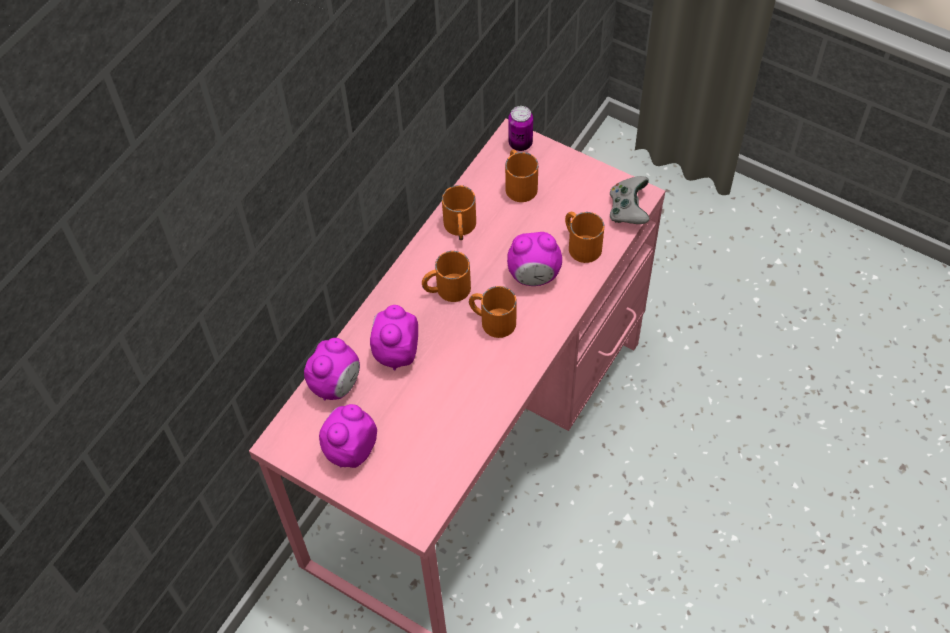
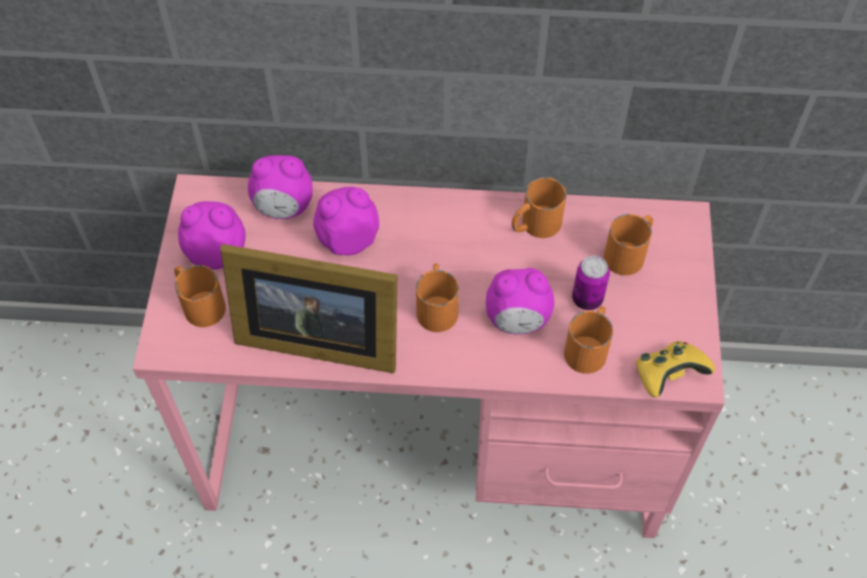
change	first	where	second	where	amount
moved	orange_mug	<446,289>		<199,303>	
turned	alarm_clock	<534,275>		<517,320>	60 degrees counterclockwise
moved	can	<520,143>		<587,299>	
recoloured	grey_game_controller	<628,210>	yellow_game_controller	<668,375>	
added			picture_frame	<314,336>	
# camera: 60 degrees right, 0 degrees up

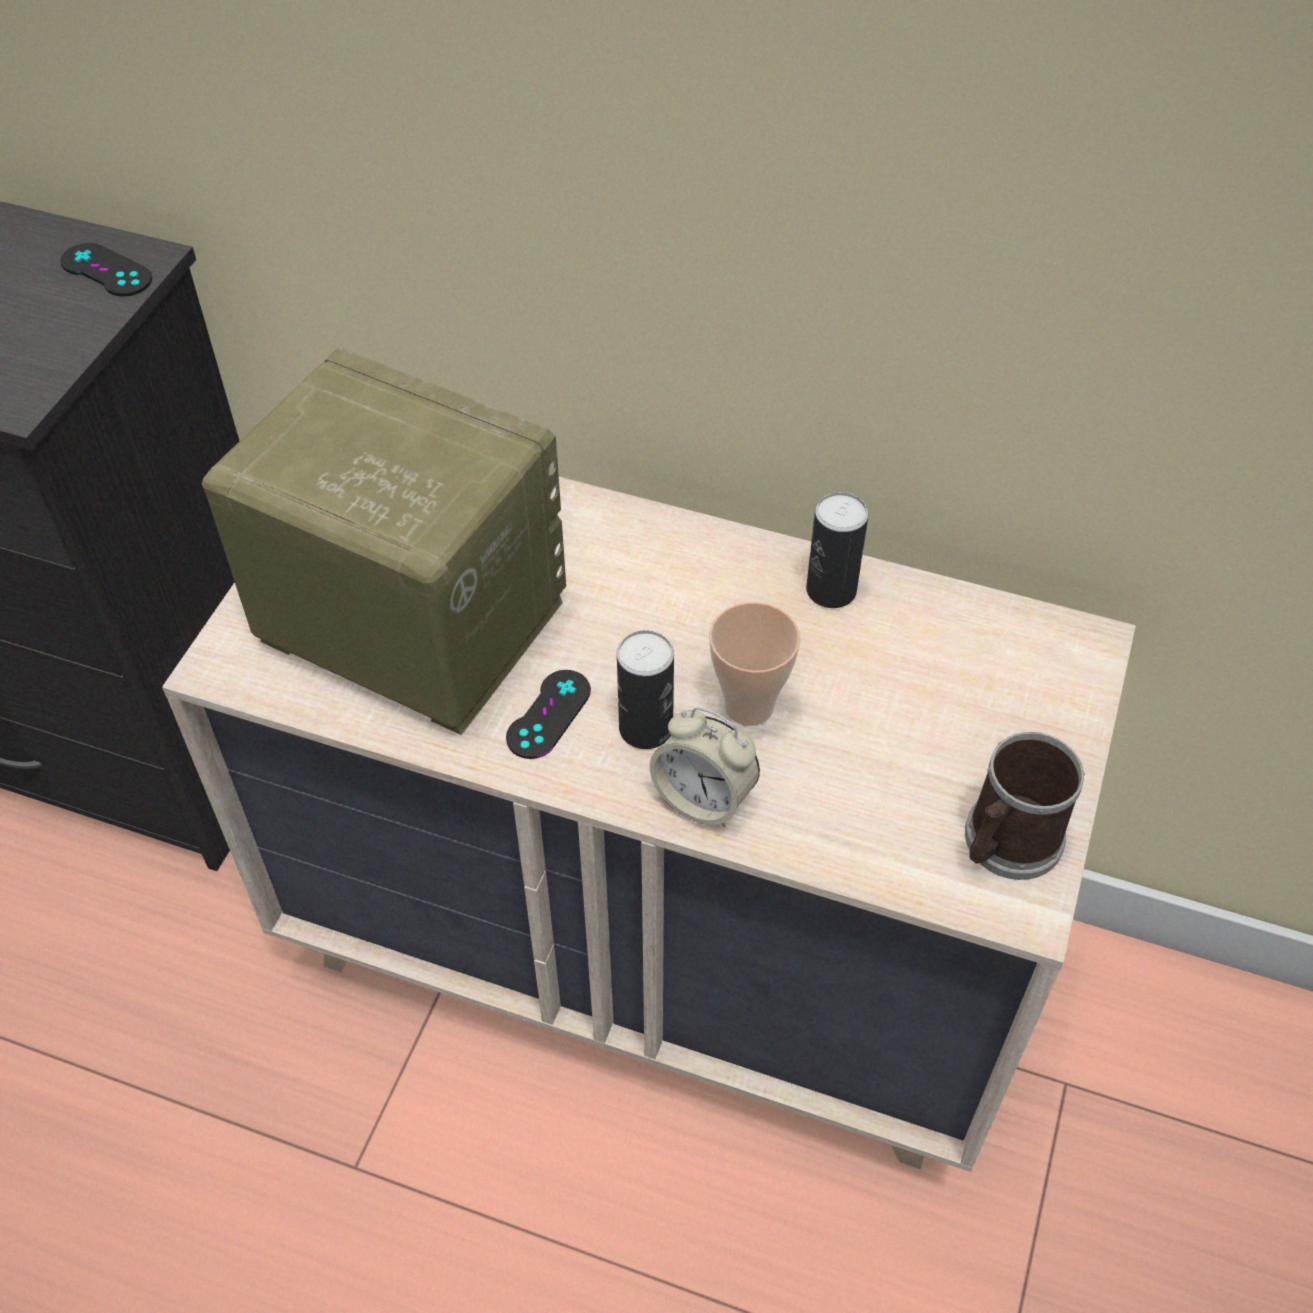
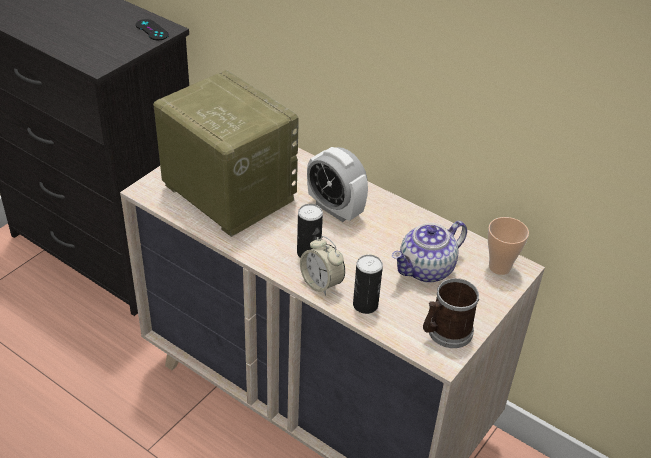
change	first	where	second	where	amount
removed	black_game_controller	<548,714>			
moved	cup	<749,706>		<499,267>	
moved	can	<831,590>		<365,305>	
added			alarm_clock	<335,209>	
added			teapot	<426,270>	
# camera: 15 degrees right, 10 degrees down

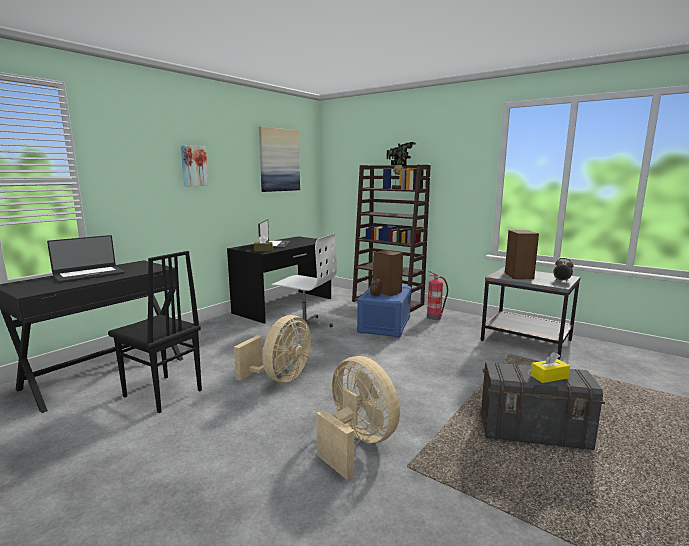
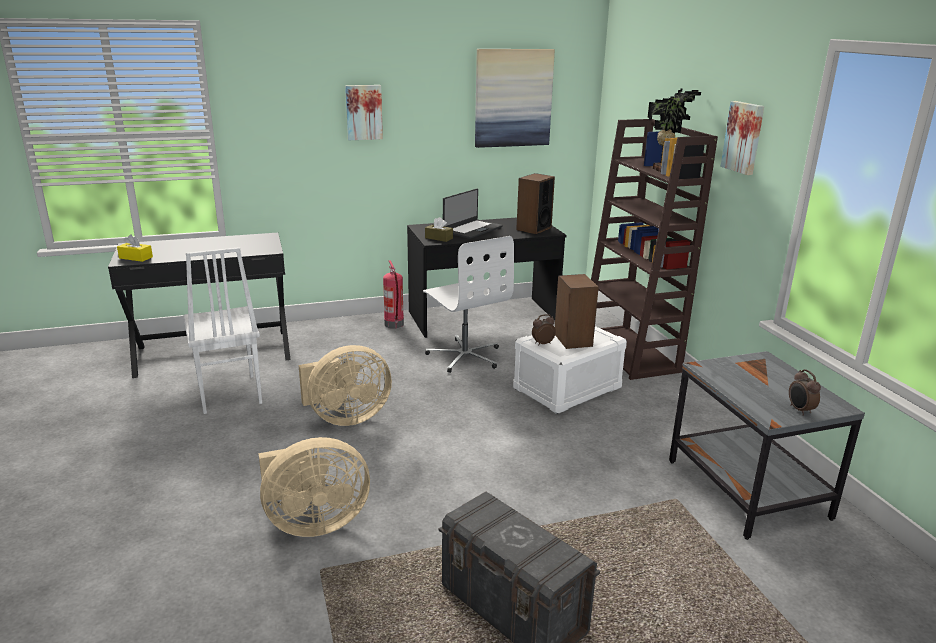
change	first	where	second	where	amount
removed	laptop	<89,274>			
recoloured	black_chair	<162,394>	white_chair	<228,394>	
turned	beige_fan	<357,443>		<313,523>	75 degrees clockwise
recoloured	blue_storage_box	<385,325>	white_storage_box	<567,389>	
moved	fire_extinguisher	<434,317>		<394,325>	
moved	speaker	<518,276>		<533,228>	
moved	yellow_tissue_box	<549,377>		<136,257>	
added			picture	<744,137>	
# camera: 35 degrees right, 10 degrees up

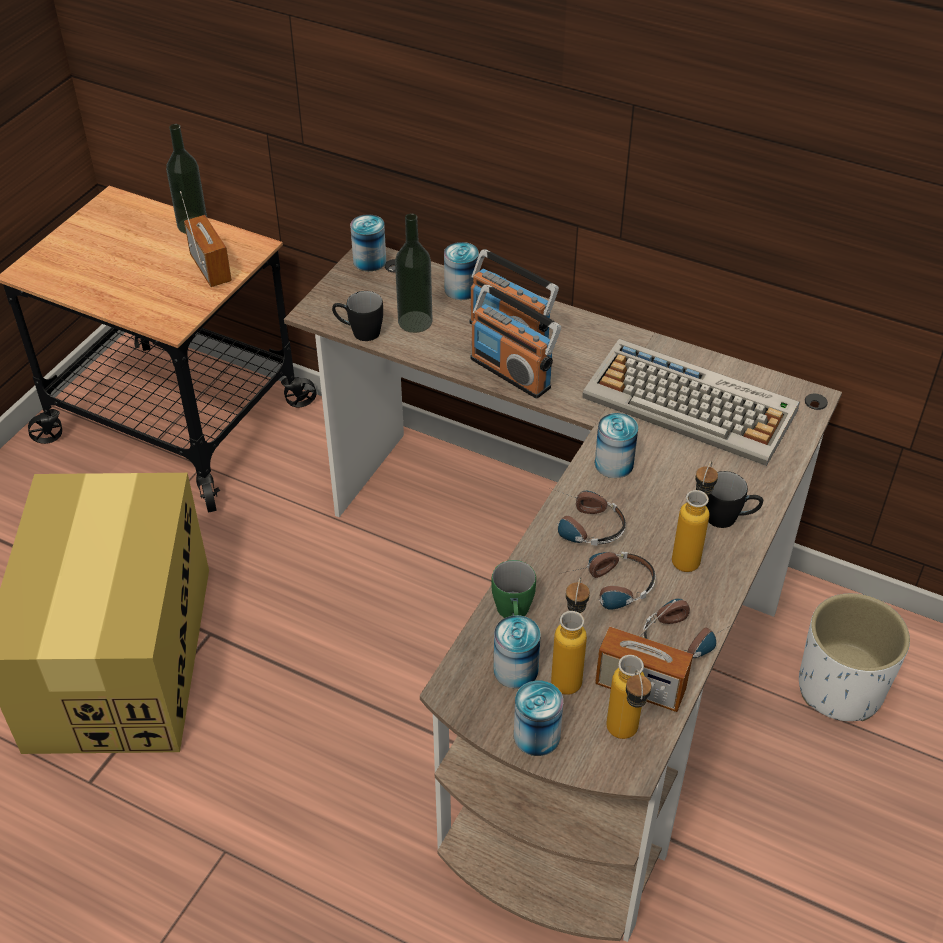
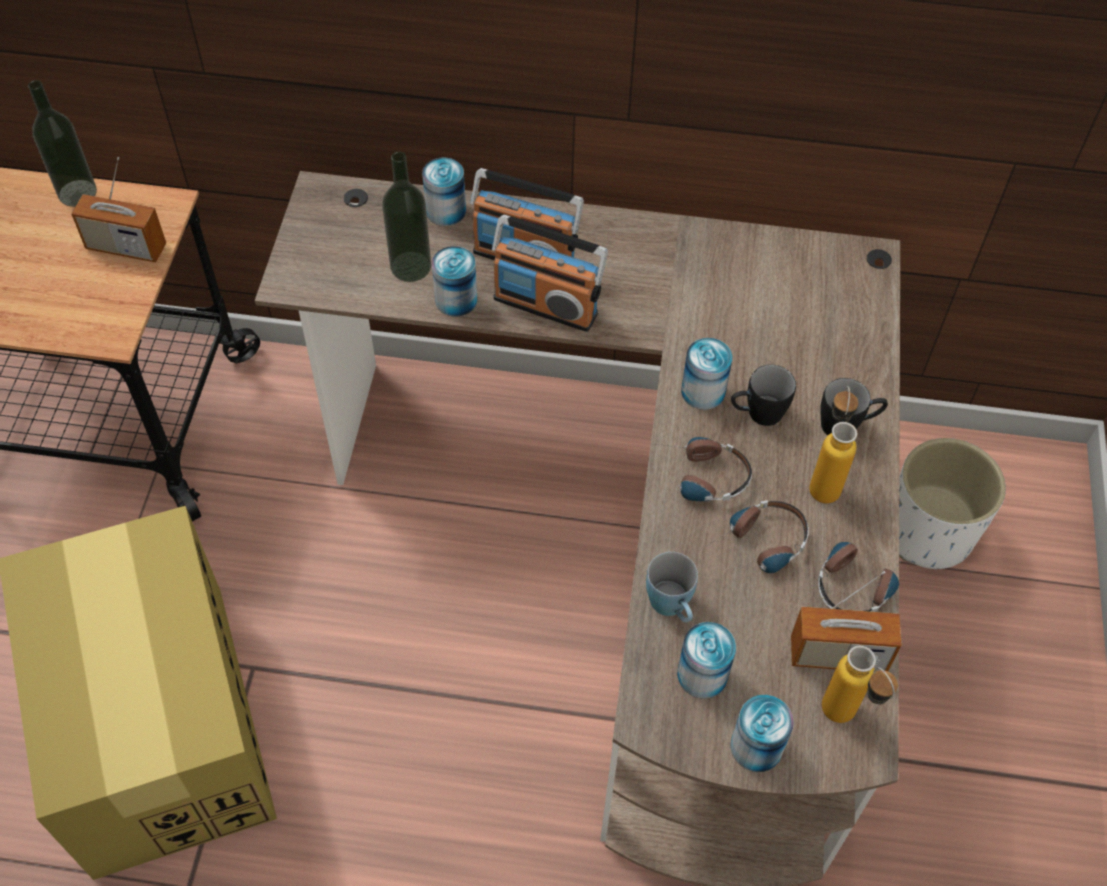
change	first	where	second	where	amount
turned	radio	<211,268>		<126,247>	150 degrees clockwise
moved	black_mug	<359,332>		<757,414>	
moved	can	<369,261>		<456,300>	
recoloured	green_mug	<513,614>	blue_mug	<672,607>	
removed	bottle	<568,672>			
removed	keyboard	<692,404>			
# camera: 20 degrees left, 10 degrees up

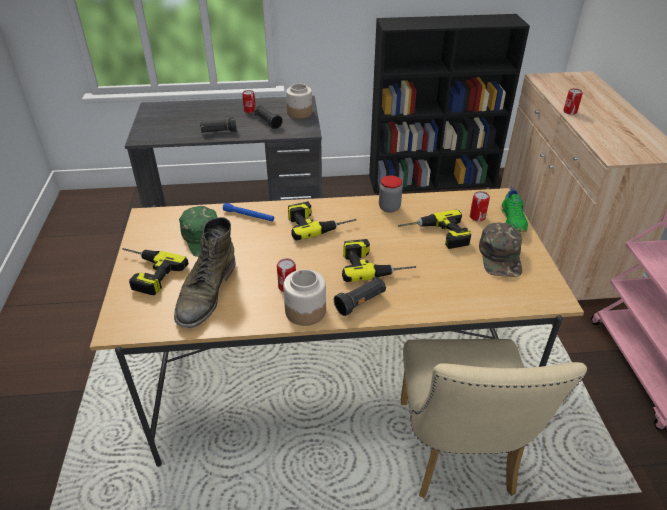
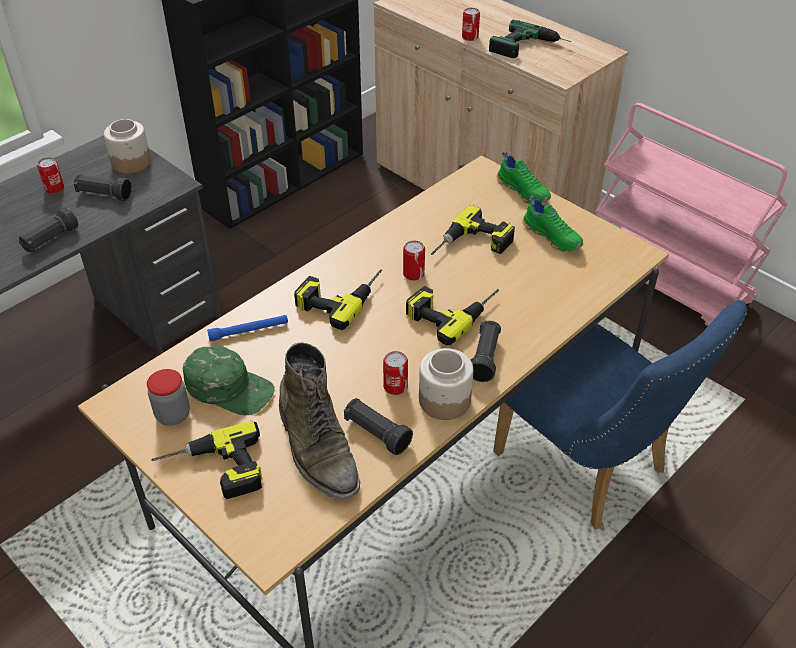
change	first	where	second	where	amount
moved	jar	<389,207>		<173,415>	
recoloured	beige_chair	<457,455>	blue_chair	<589,469>	
moved	can	<477,217>		<413,274>	
replaced	green_cap	<501,256>	green_shoe	<553,236>	
added			black_flashlight	<376,433>	
added			power_drill	<530,47>	
# camera: 40 degrees left, 5 degrees up

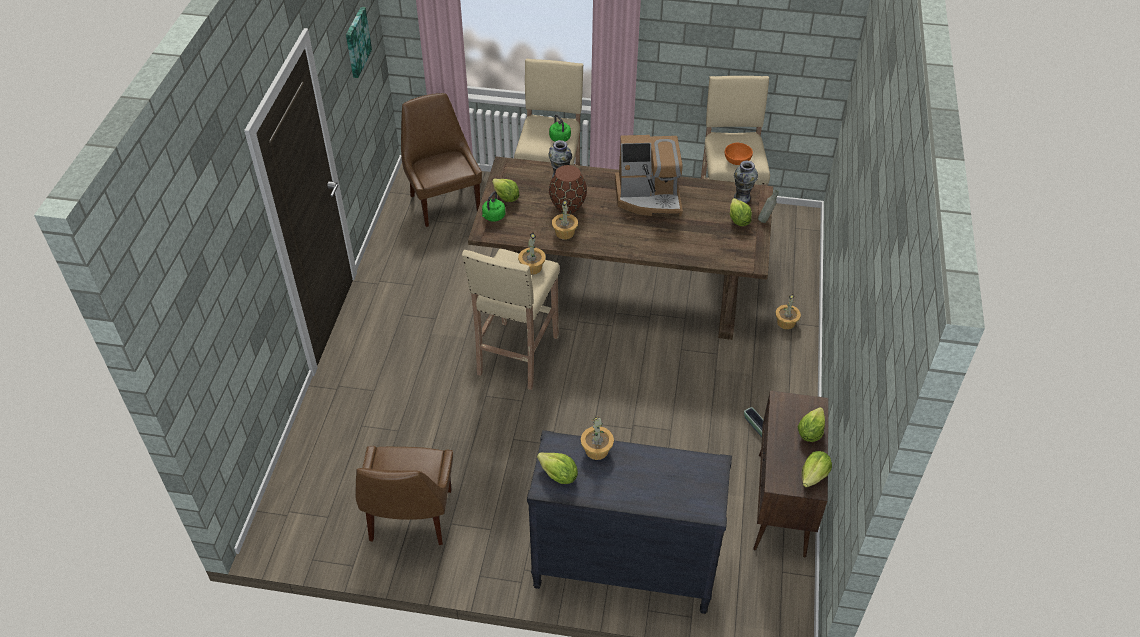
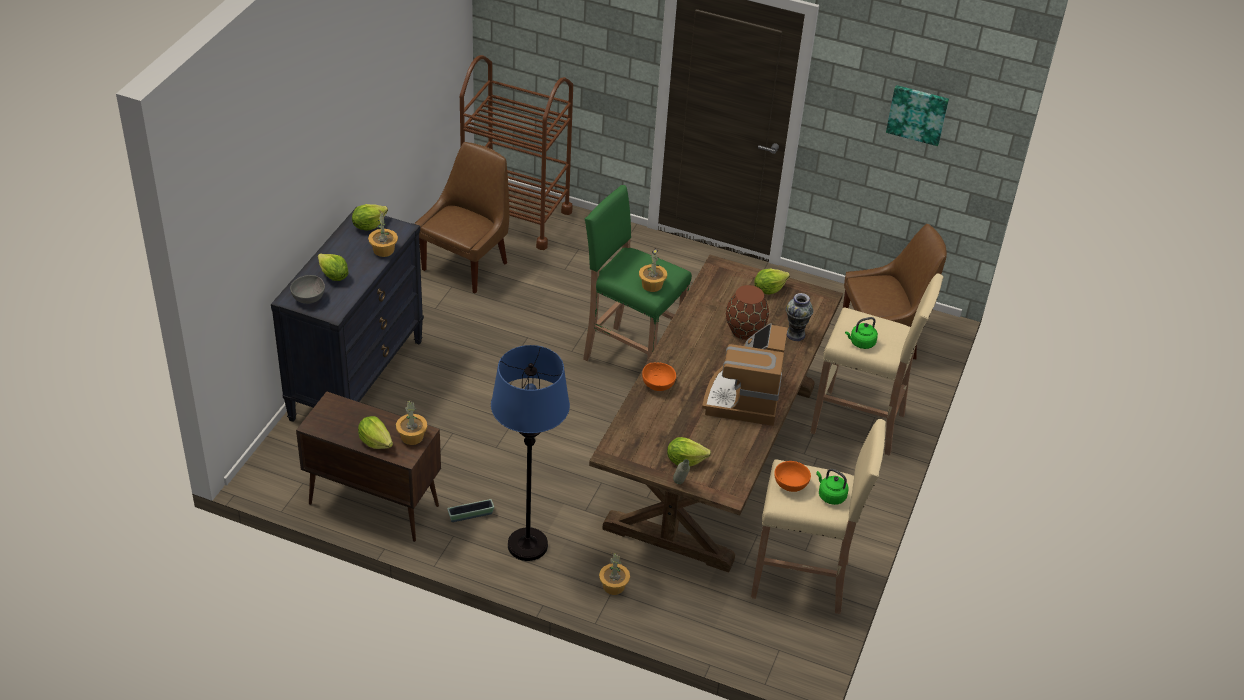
change	first	where	second	where	amount
turned	brown_chair	<410,518>		<467,265>	105 degrees clockwise
recoloured	beige_stool	<516,356>	green_stool	<630,357>	
moved	green_kettle	<493,217>		<830,495>	
moved	potted_plant	<565,233>		<412,437>	
removed	vase	<742,197>			
moved	lettuce	<814,476>		<333,276>	
added			grey_bowl	<309,298>	
added			brown_cart	<515,217>	
added			blue_floor_lamp	<527,545>	
added			orange_bowl	<658,384>	
# camera: 100 degrees right, 5 degrees down

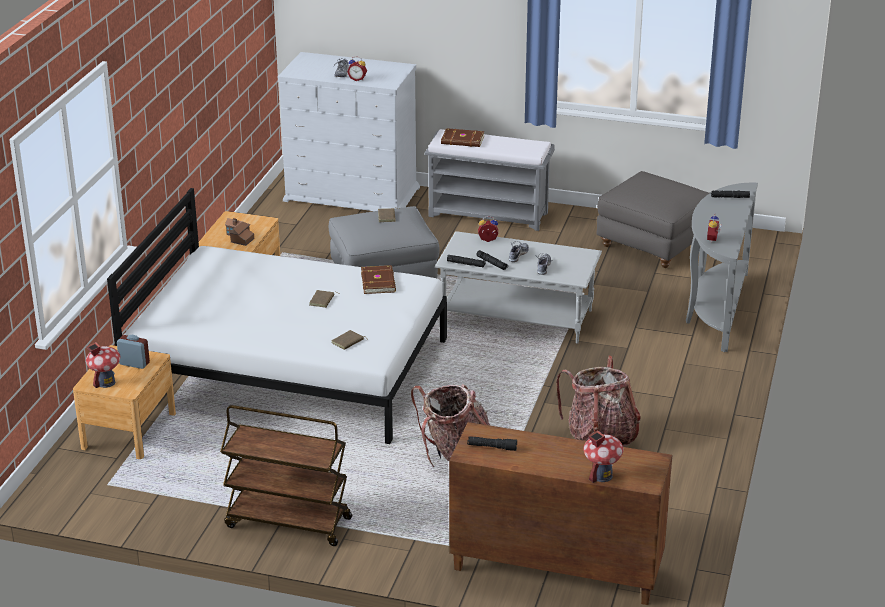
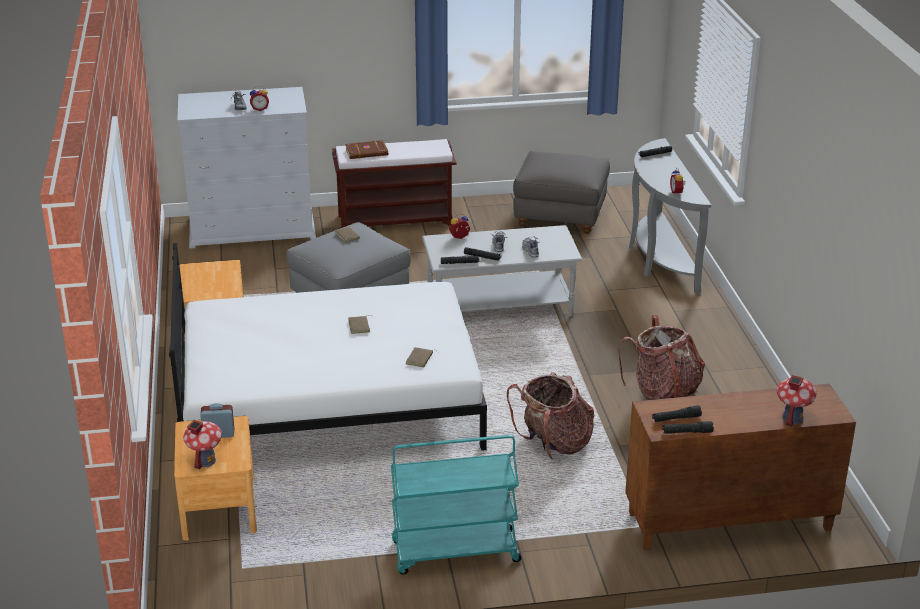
change	first	where	second	where	amount
recoloured	brown_cart	<287,523>	turquoise_cart	<454,552>	
removed	toy_house	<239,238>			
removed	brown_book	<379,281>			
recoloured	grey_bench	<489,214>	brown_bench	<396,219>	
added			black_flashlight	<687,432>	
# camera: 25 degrees left, 0 degrees up

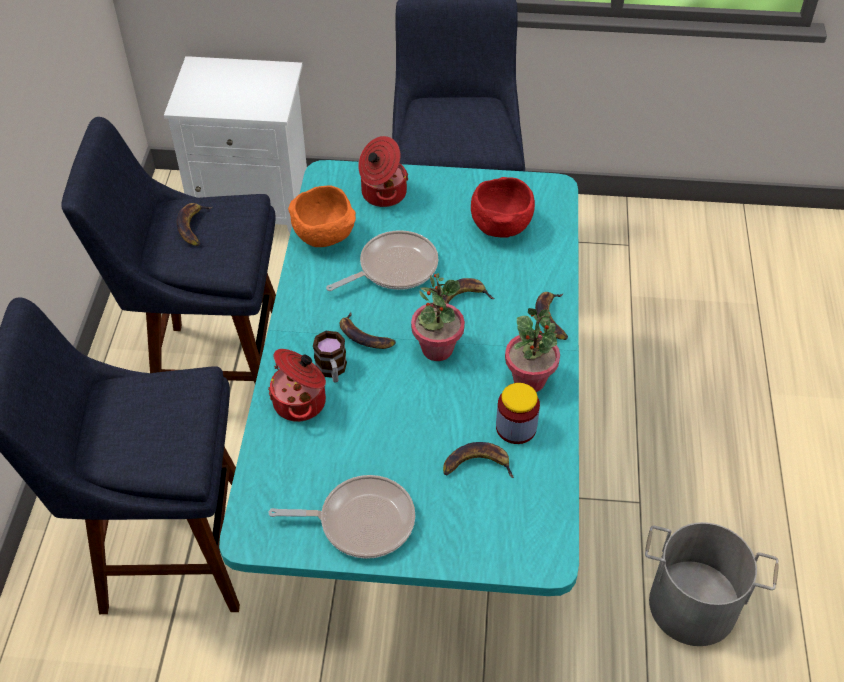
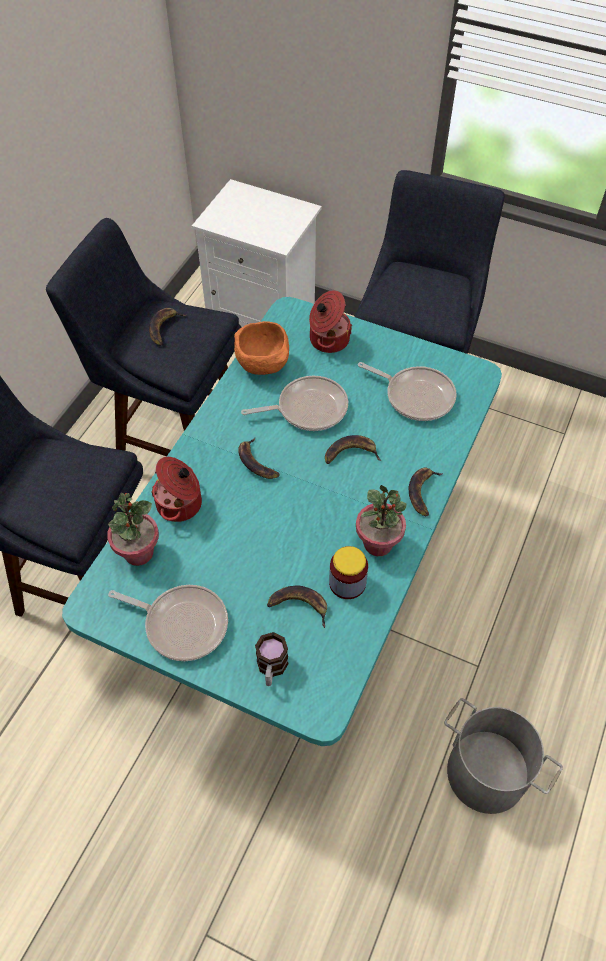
change	first	where	second	where	amount
moved	mug	<332,371>		<271,669>	
moved	potted_plant	<437,349>		<138,552>	
replaced	red_bowl	<500,226>	frying_pan	<416,396>	
# camera: 20 degrees right, 5 degrees up

